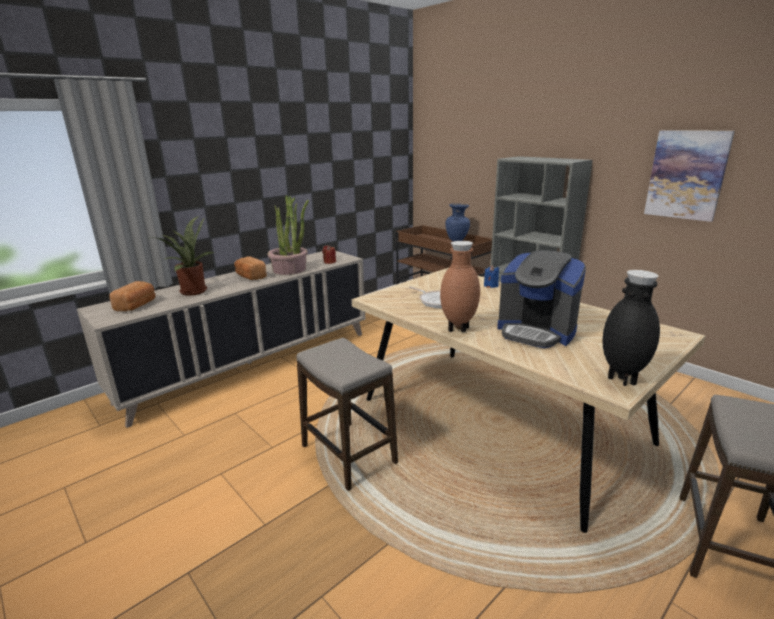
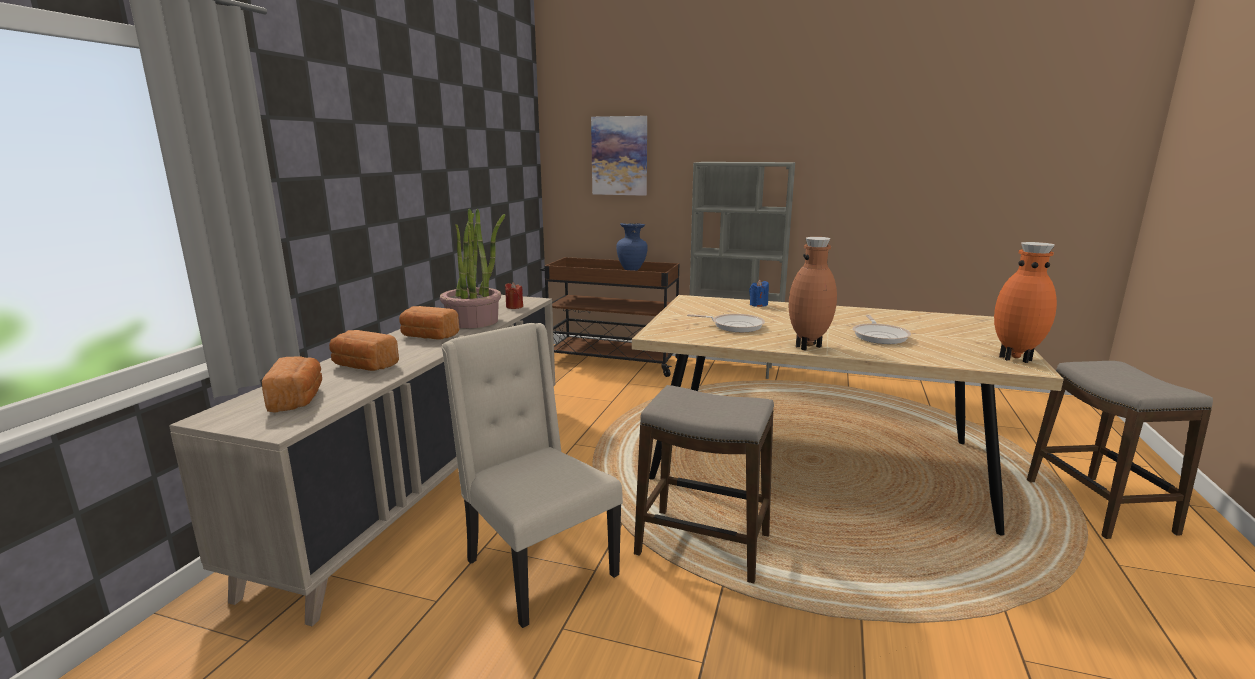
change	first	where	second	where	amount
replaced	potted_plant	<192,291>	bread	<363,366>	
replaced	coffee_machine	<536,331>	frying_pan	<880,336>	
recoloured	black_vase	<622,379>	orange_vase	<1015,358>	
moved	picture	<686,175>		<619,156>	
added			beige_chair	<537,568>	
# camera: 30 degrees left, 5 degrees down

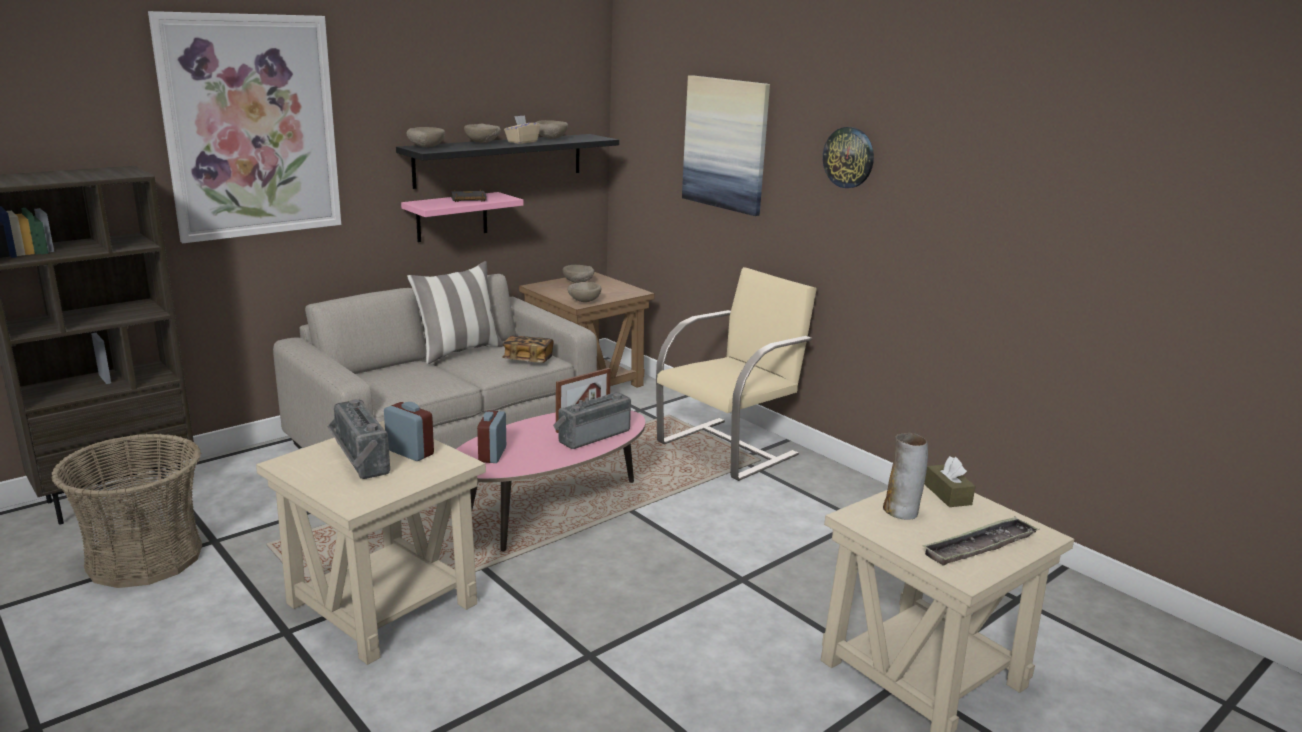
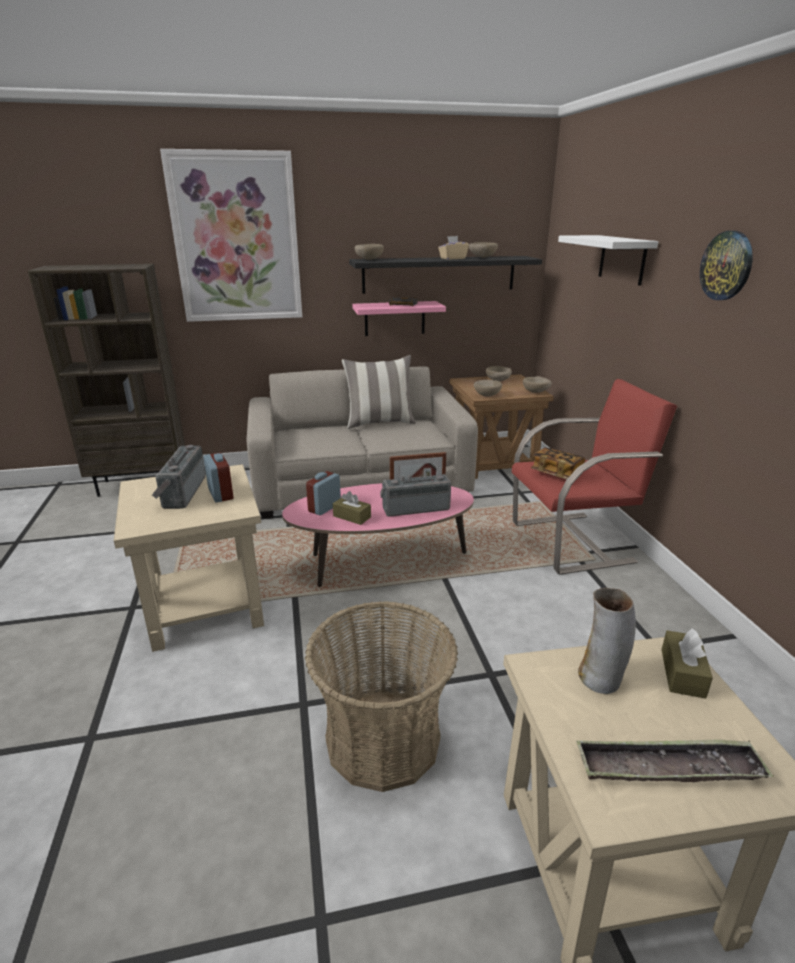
change	first	where	second	where	amount
moved	basket	<145,558>		<383,739>	
moved	beige_bowl	<483,143>		<536,392>	
moved	book	<528,360>		<556,473>	
recoloured	beige_armchair	<728,448>	red_armchair	<573,542>	
replaced	picture	<726,144>	white_shelf	<622,259>	
added			brown_tissue_box	<352,516>	
# camera: 30 degrees right, 5 degrees up

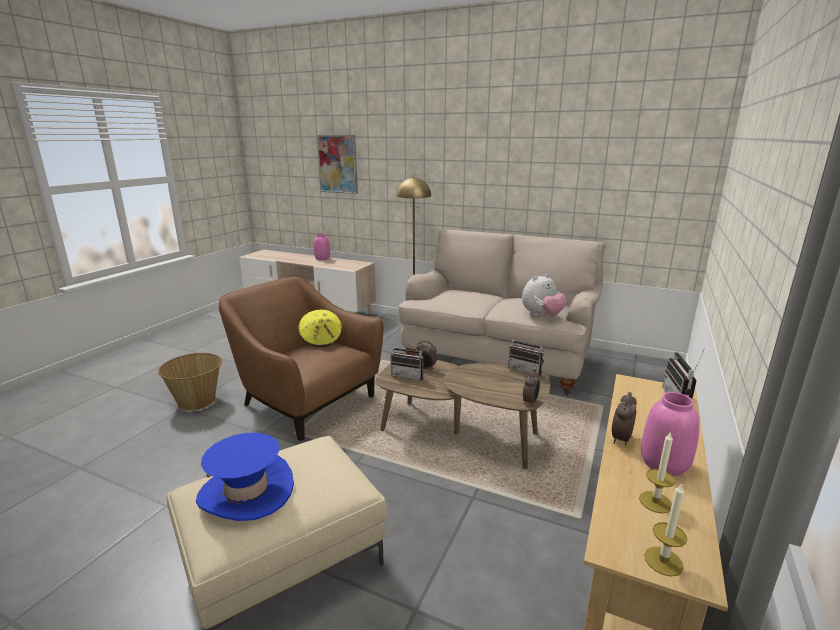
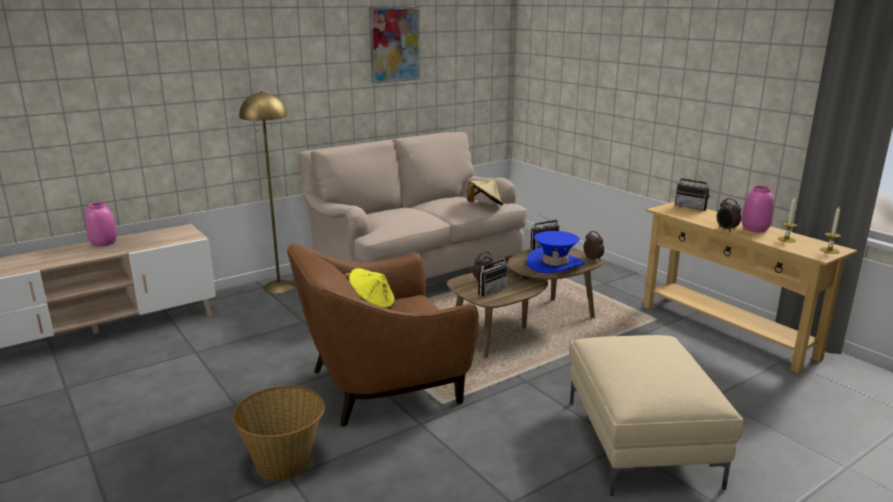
change	first	where	second	where	amount
moved	blue_hat	<246,491>		<555,264>	
moved	picture	<338,164>		<394,44>	
replaced	plush_toy	<541,315>	beige_hat	<485,206>	
# camera: 60 degrees left, 0 degrees up

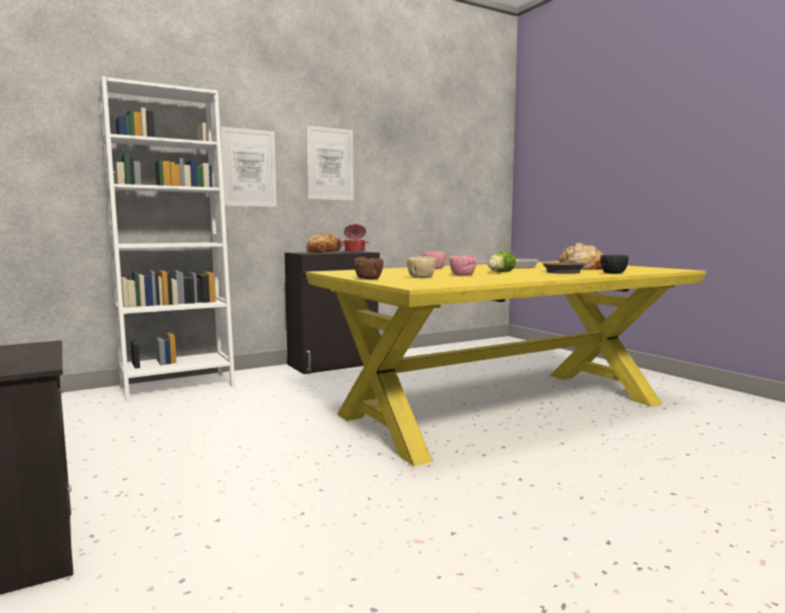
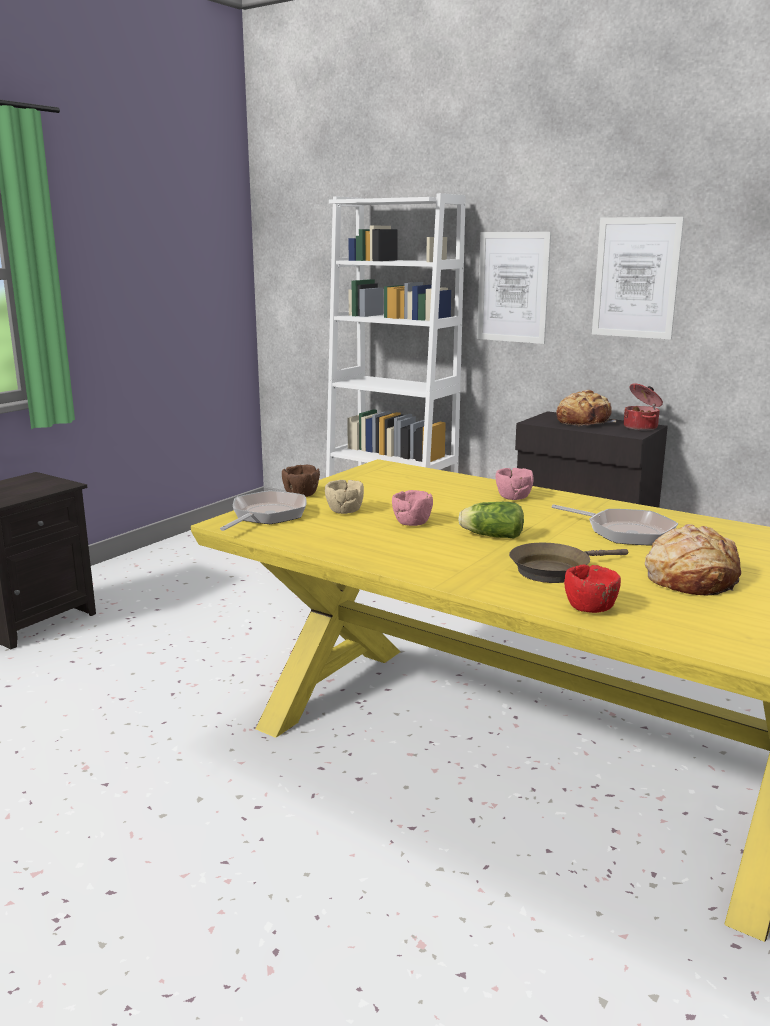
change	first	where	second	where	amount
recoloured	black_bowl	<613,273>	red_bowl	<591,608>	
added			frying_pan	<266,515>	
# camera: 65 degrees right, 10 degrees up

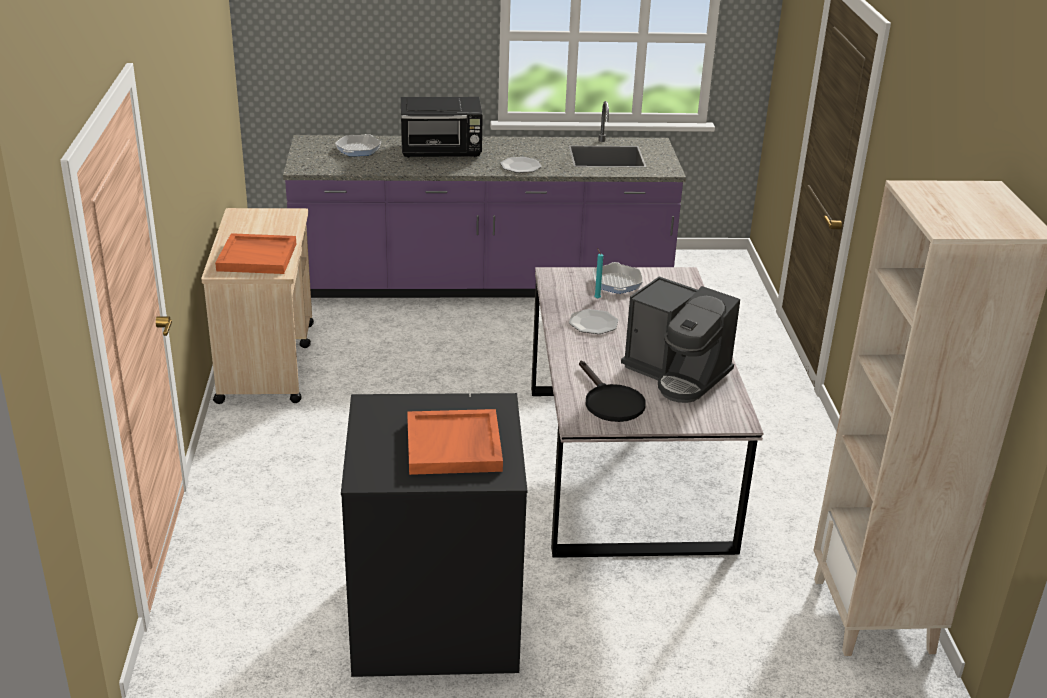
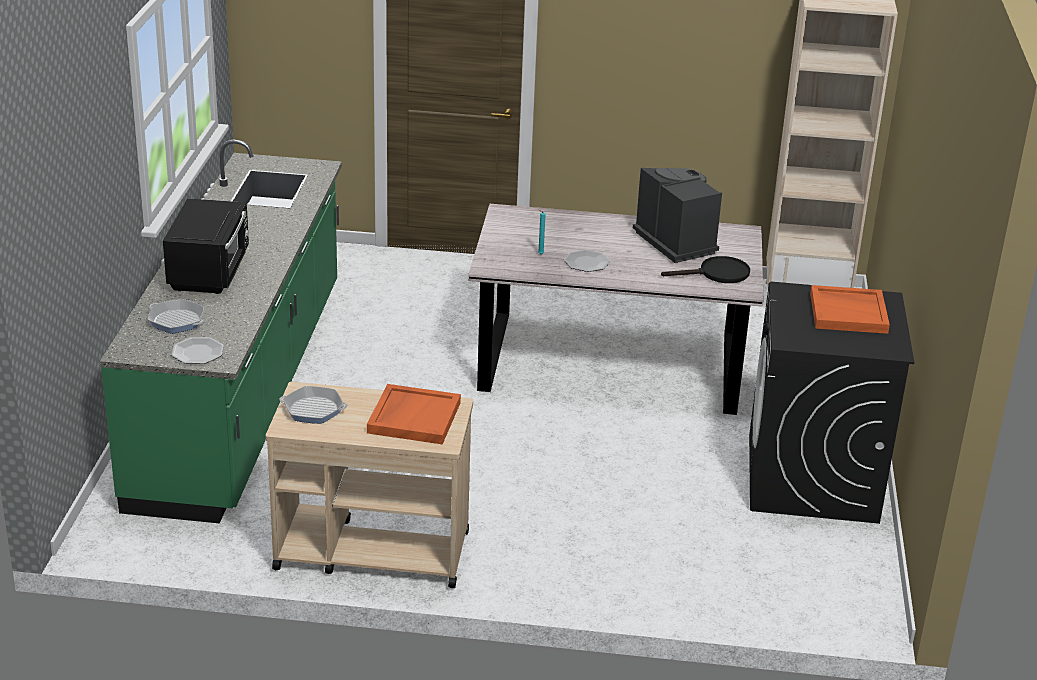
change	first	where	second	where	amount
recoloured	purple_counter	<482,283>	green_counter	<242,391>	
moved	plate	<520,166>		<198,352>	
moved	frying_pan	<616,283>		<313,410>	
turned	coffee_machine	<677,374>		<676,242>	75 degrees counterclockwise
# camera: 80 degrees left, 0 degrees up

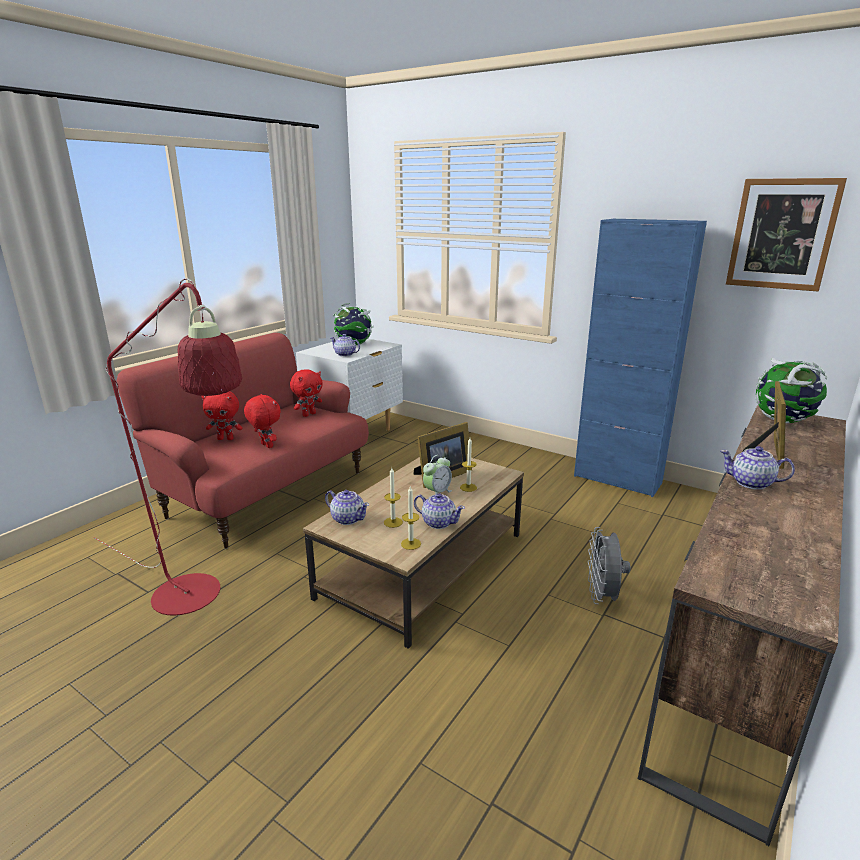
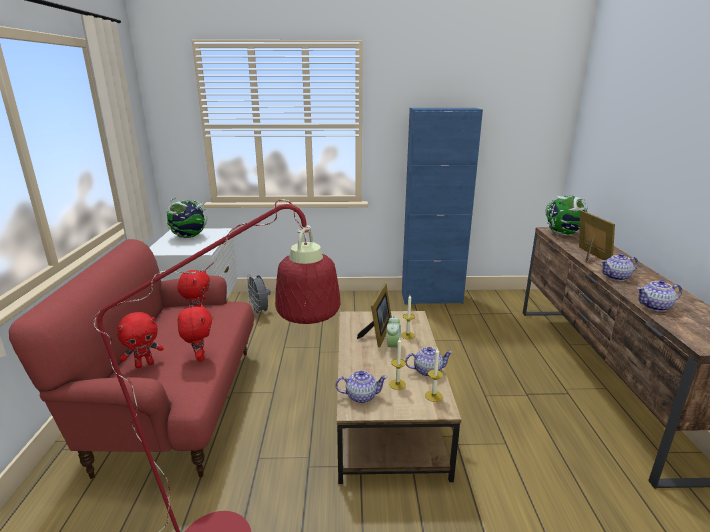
change	first	where	second	where	amount
turned	red_plush_toy	<266,446>		<199,357>	60 degrees clockwise
moved	teapot	<345,354>		<655,307>	
moved	grey_fan	<602,596>		<259,312>	
removed	picture	<782,234>			
# camera: 35 degrees left, 0 degrees up

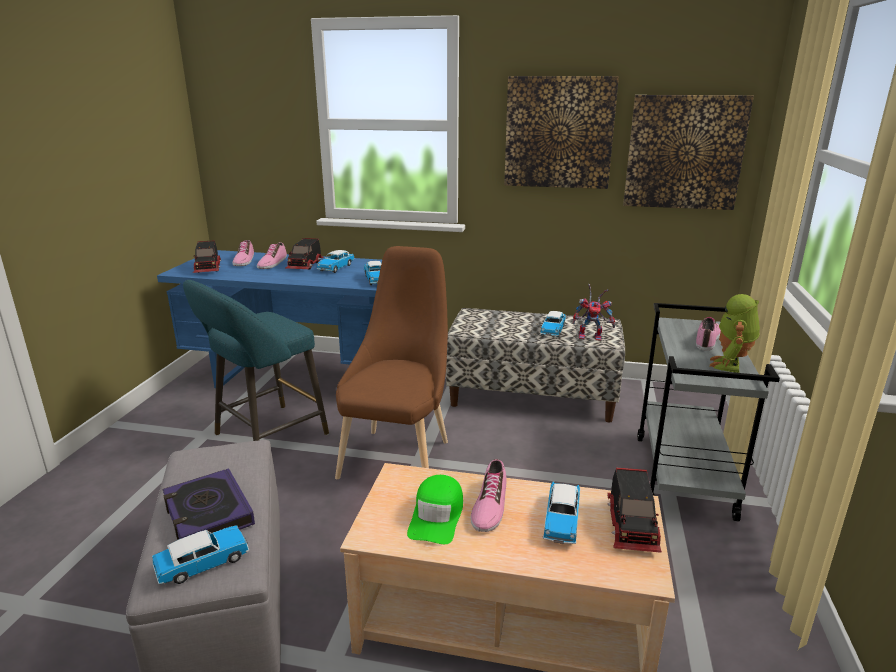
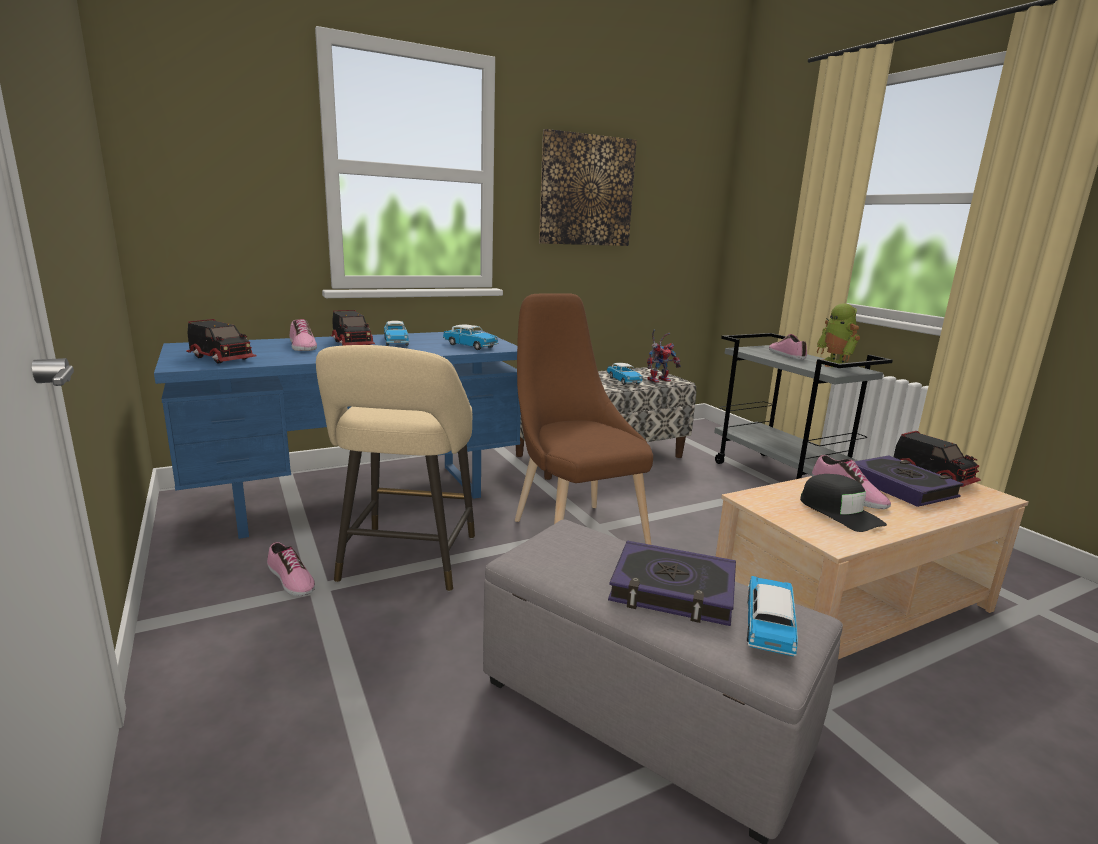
change	first	where	second	where	amount
recoloured	turquoise_stool	<266,437>	beige_stool	<406,562>	
moved	shoe	<244,260>		<290,579>	
recoloured	green_cap	<437,516>	black_cap	<839,512>	
replaced	toy_car	<561,521>	book	<901,486>	
removed	picture	<684,152>			
# camera: 40 degrees left, 5 degrees down

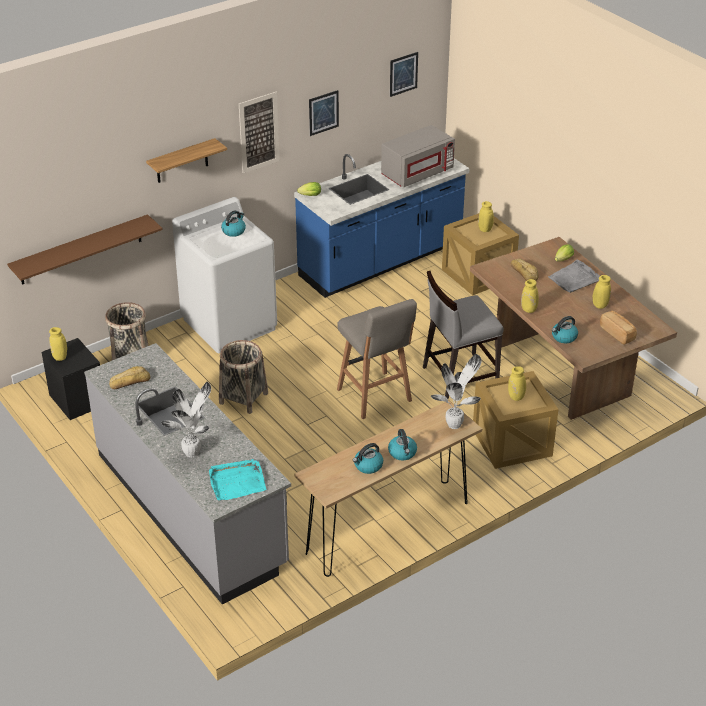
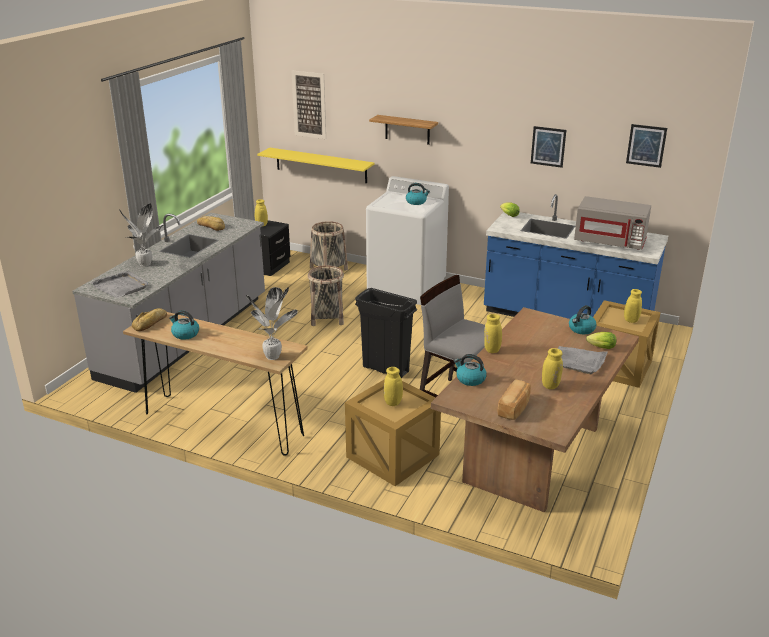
change	first	where	second	where	amount
recoloured	brown_shelf	<81,250>	yellow_shelf	<321,165>	
recoloured	turquoise_tray	<237,482>	grey_tray	<121,286>	
moved	picture	<259,132>		<309,105>	
replaced	grey_stool	<375,397>	black_trash_can	<385,369>	
moved	kettle	<402,453>		<581,329>	
moved	bread	<524,272>		<151,323>	
# camera: 60 degrees right, 10 degrees down

